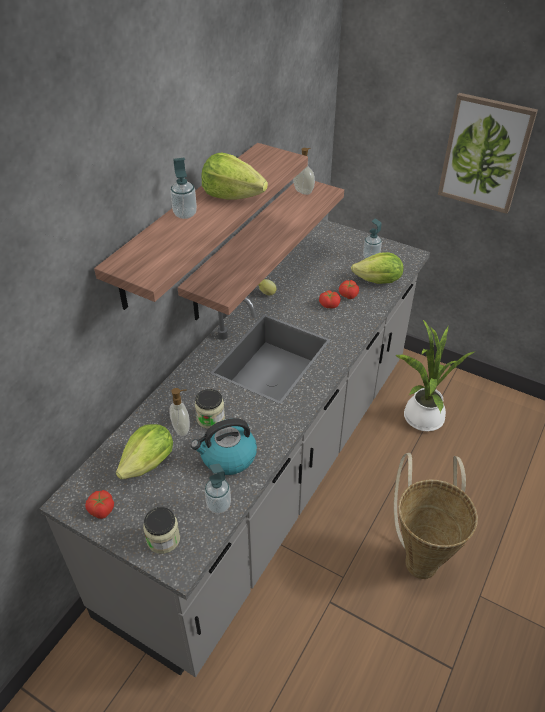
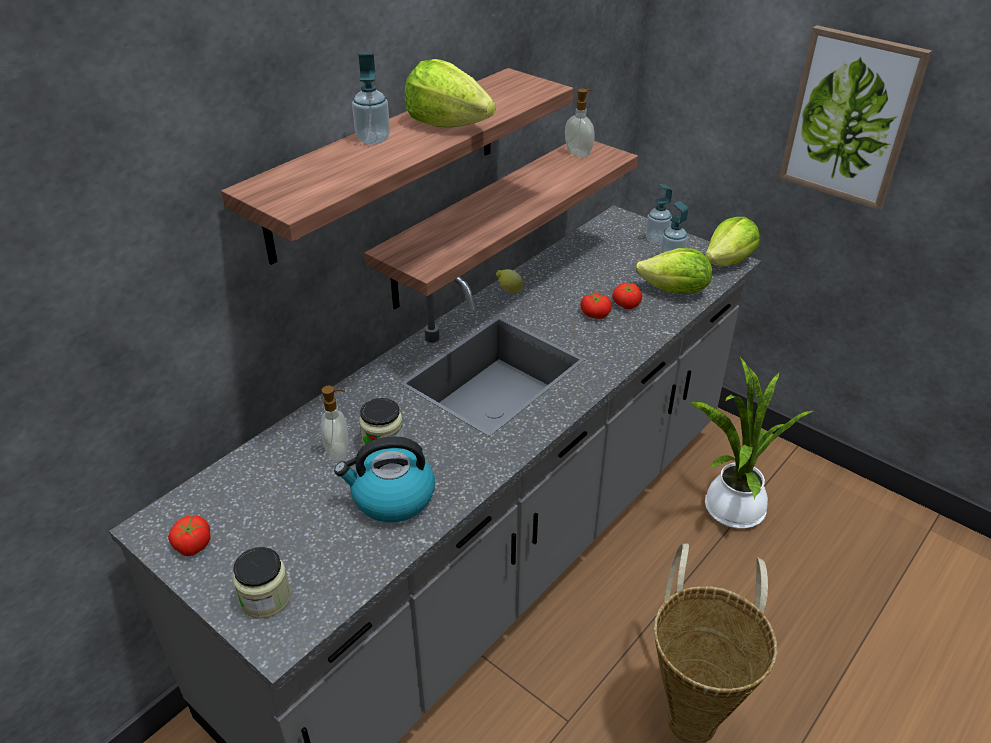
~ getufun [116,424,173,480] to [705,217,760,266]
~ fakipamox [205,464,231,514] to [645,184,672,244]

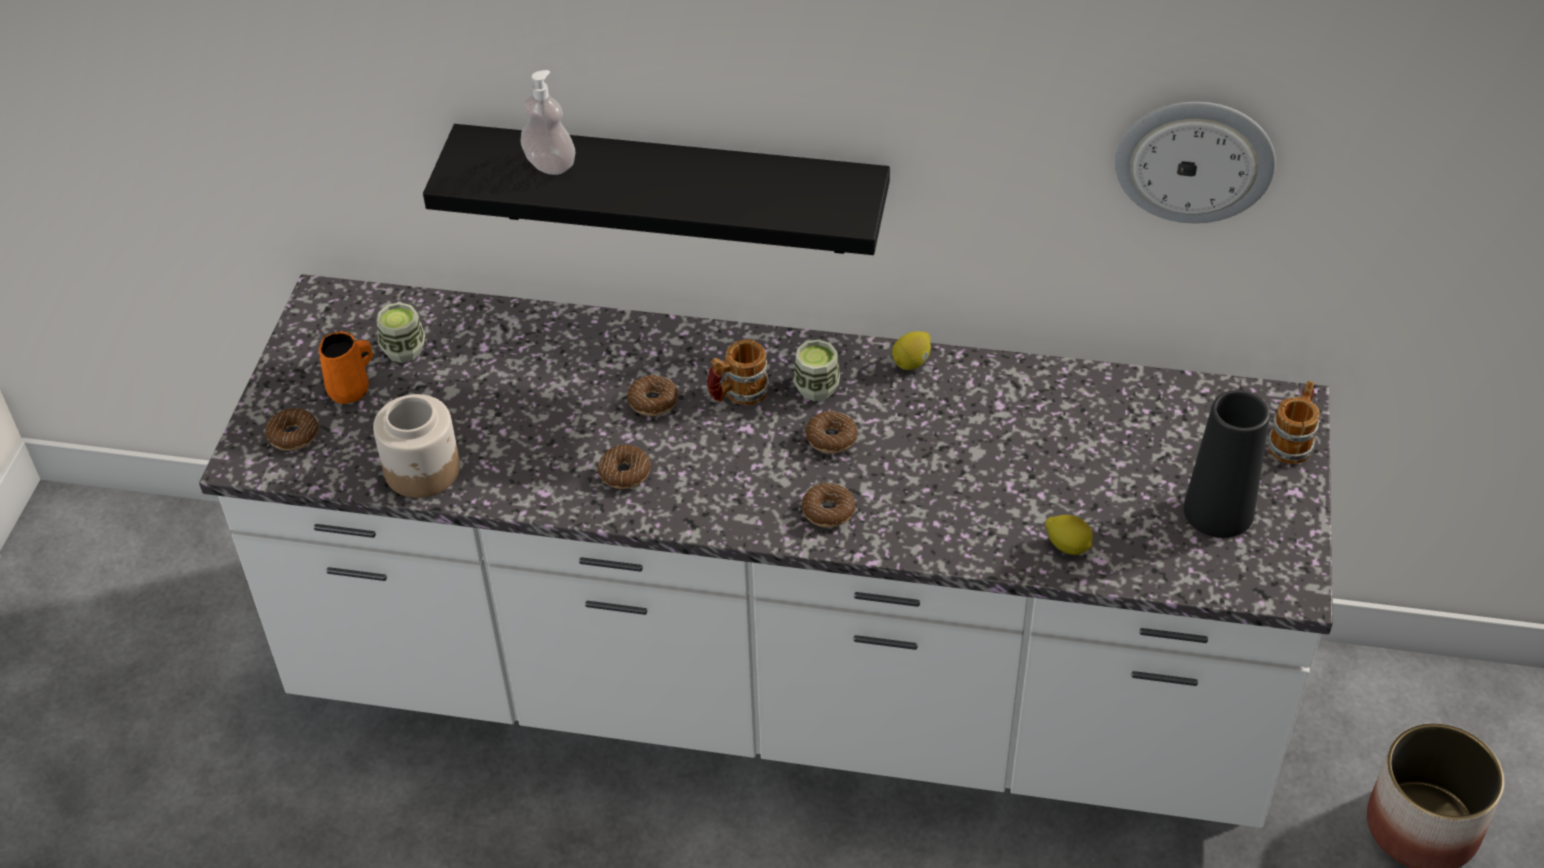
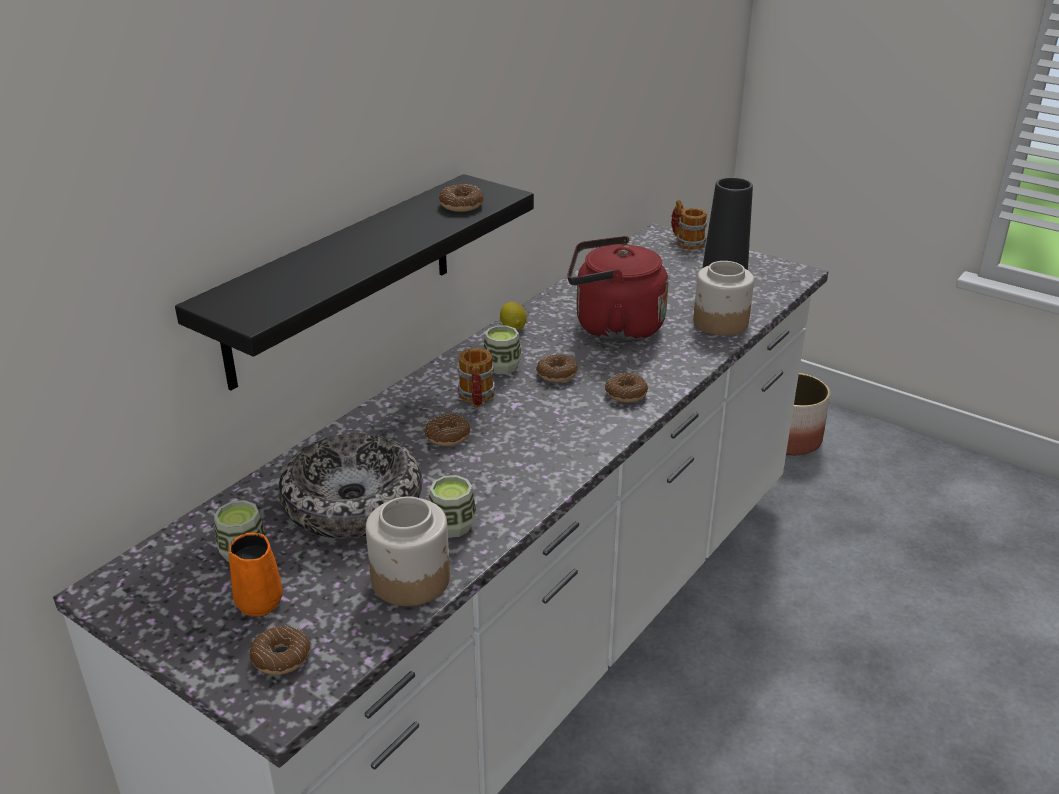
- fakipamox [521,70,576,175]
- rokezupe [1115,102,1276,223]
+ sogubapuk [278,433,422,538]
+ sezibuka [429,475,477,538]
+ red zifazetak [567,236,668,342]
~ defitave [597,445,651,489] to [439,184,484,212]
~ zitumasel [1045,515,1093,555] to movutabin [693,261,754,336]

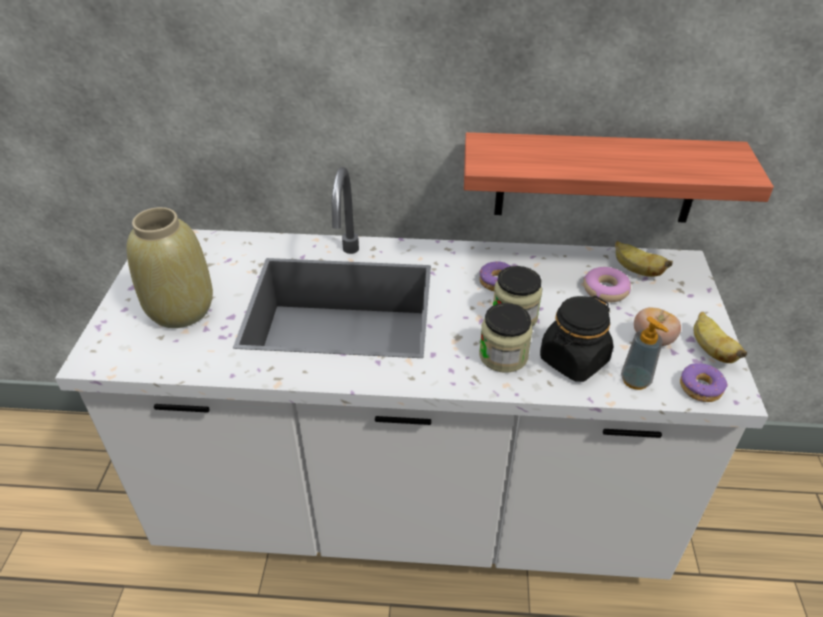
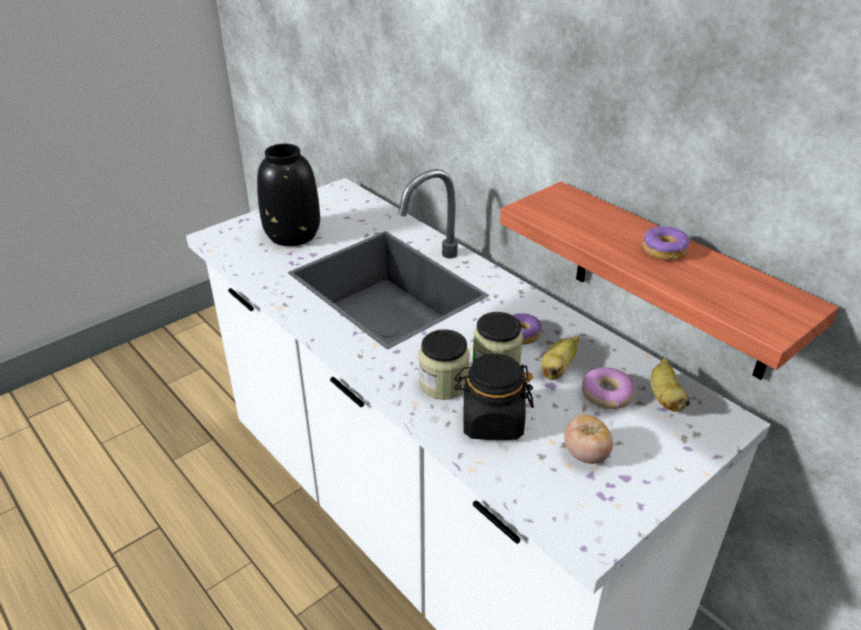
- fakipamox [621,316,669,390]
~ defitave [680,363,728,402] to [643,226,690,260]
~ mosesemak [694,312,747,363] to [541,336,579,380]
~ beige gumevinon [127,207,213,328] to black gumevinon [257,144,320,246]

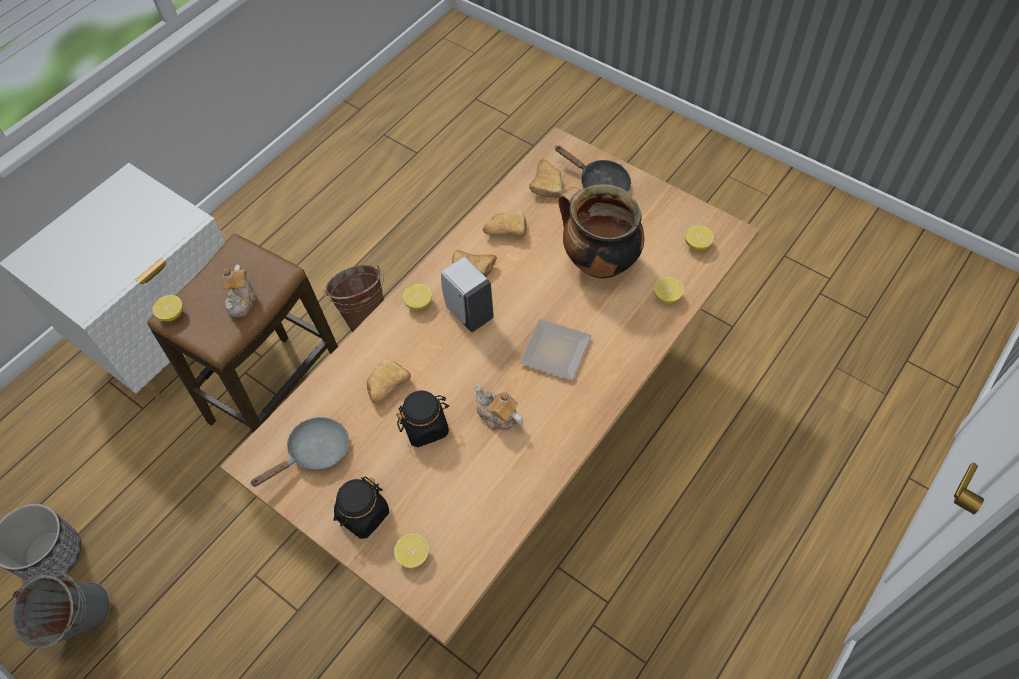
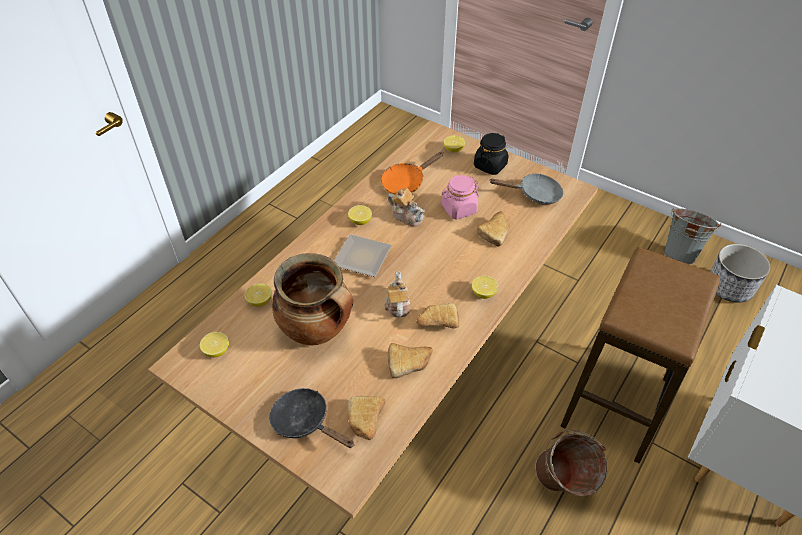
- white fakipamox [441,257,494,332]
+ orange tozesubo [381,152,444,195]
~ zitumasel [152,295,183,321] to [348,205,372,225]
~ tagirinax [222,265,257,317] to [385,271,410,318]
~ black movutabin [396,391,449,447] to pink movutabin [442,175,479,219]
~ grey tozesubo [250,417,349,487] = [489,173,563,205] 135 degrees counterclockwise

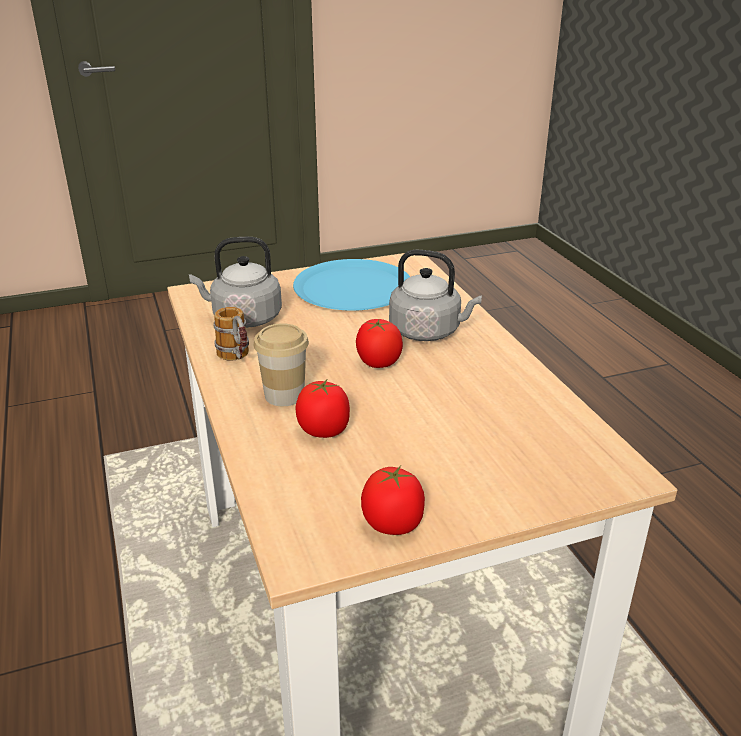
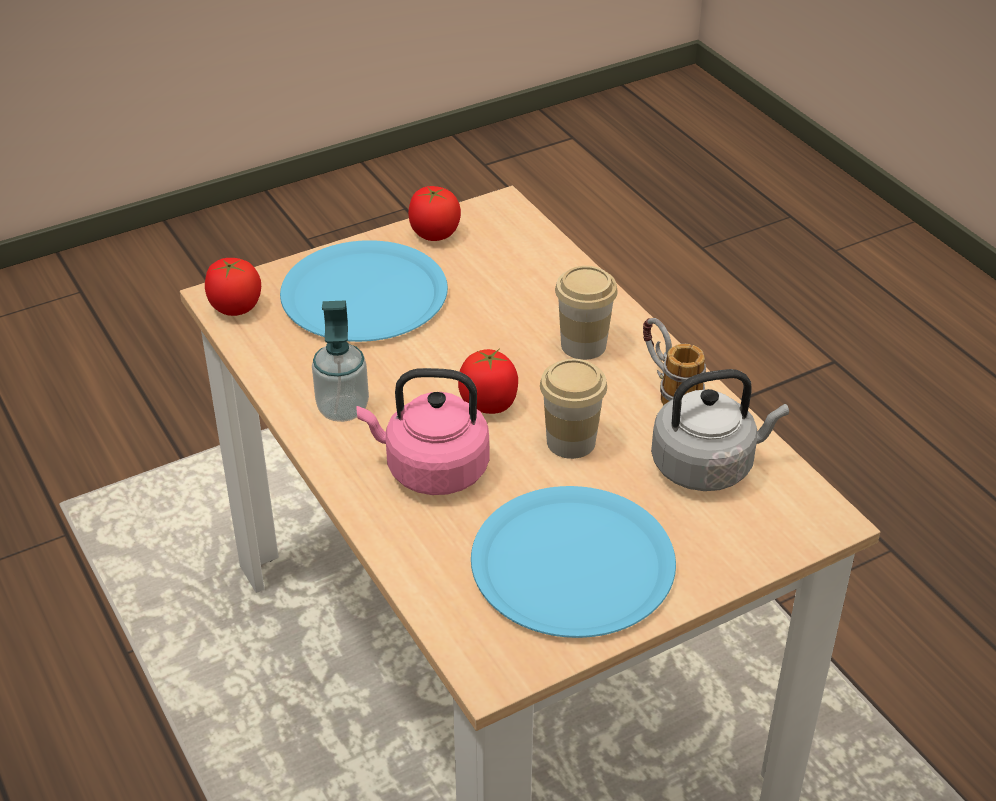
+ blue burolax [280,240,448,342]
+ fakipamox [312,300,369,422]
+ sezibuka [540,359,607,459]
~ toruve [295,378,350,438] to [205,258,261,316]
~ grey zifazetak [389,250,482,341] to pink zifazetak [357,368,489,495]

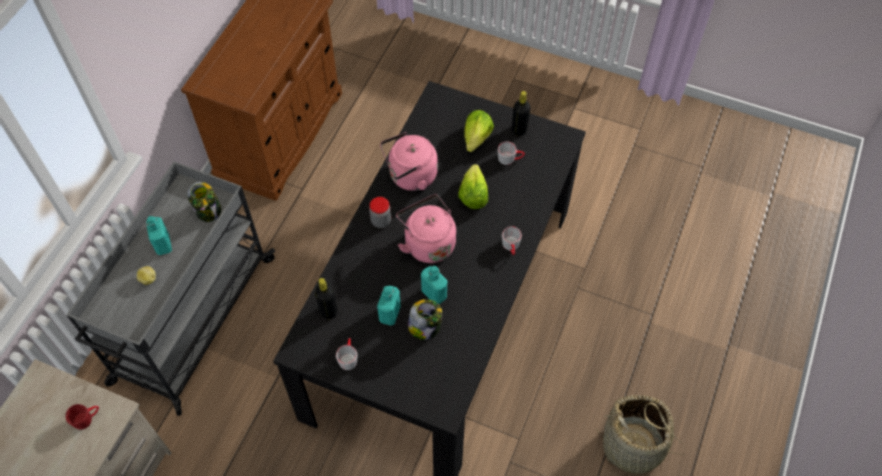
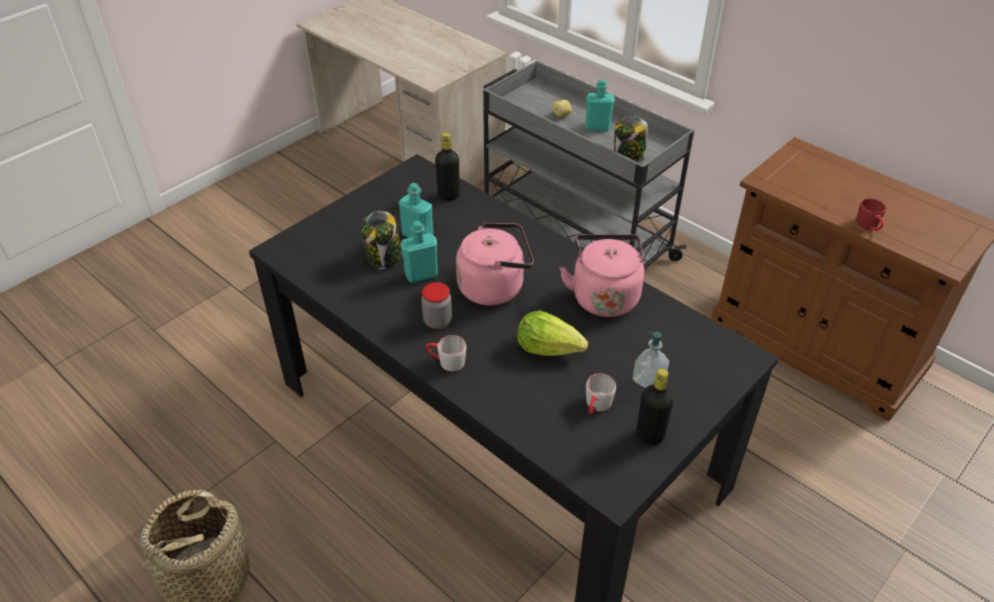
- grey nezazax [336,338,357,370]
~ red nezazax [65,404,99,430] to [856,198,886,231]
~ movutabin [369,197,391,228] to [421,282,452,329]
~ getufun [464,110,494,152] to fakipamox [633,331,669,388]

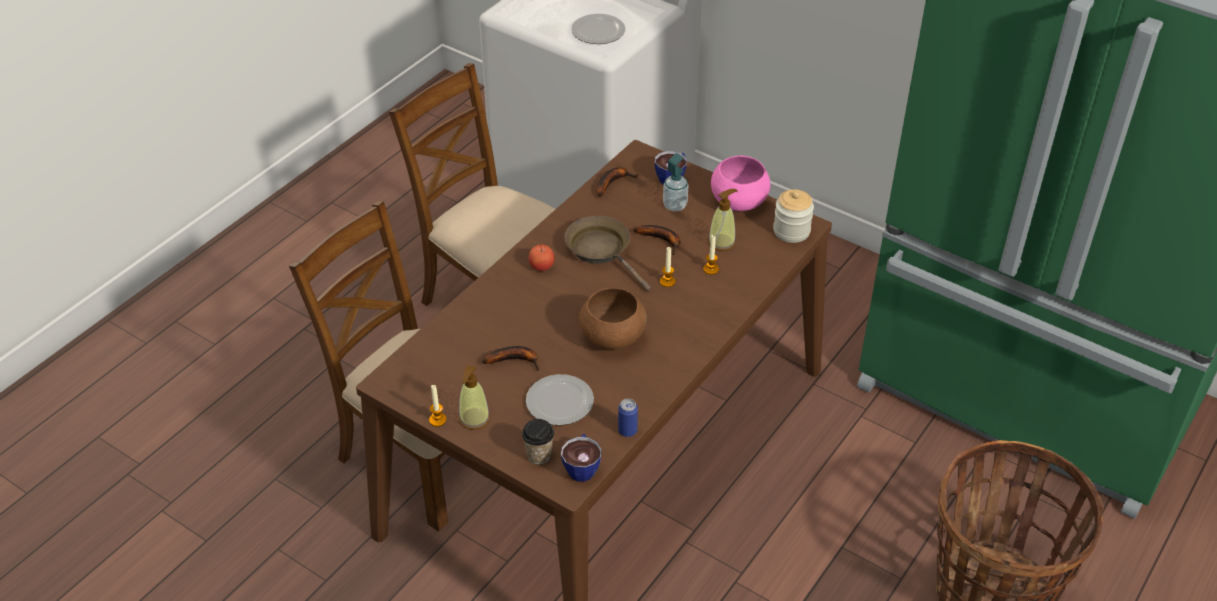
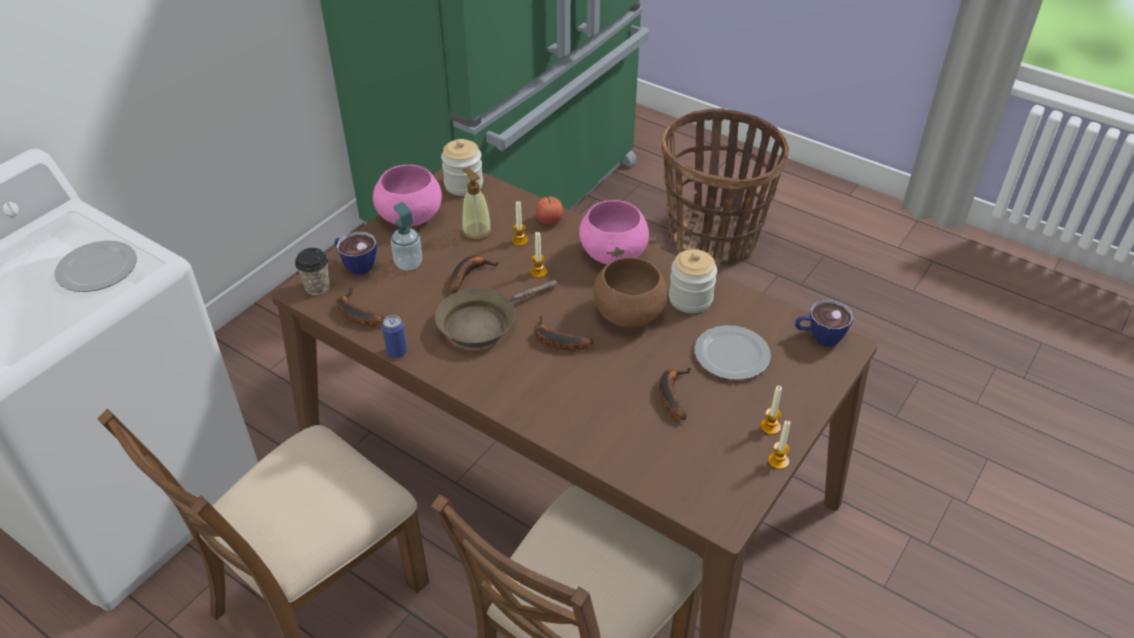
+ mosesemak [534,316,594,350]
+ pink sogubapuk [579,200,649,265]
+ movutabin [669,249,717,313]
~ sezibuka [522,419,554,464] to [295,248,330,295]
~ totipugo [529,243,554,271] to [536,196,563,225]
~ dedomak [618,399,638,437] to [382,315,407,358]
~ fakipamox [459,365,490,430] to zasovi [760,386,782,435]

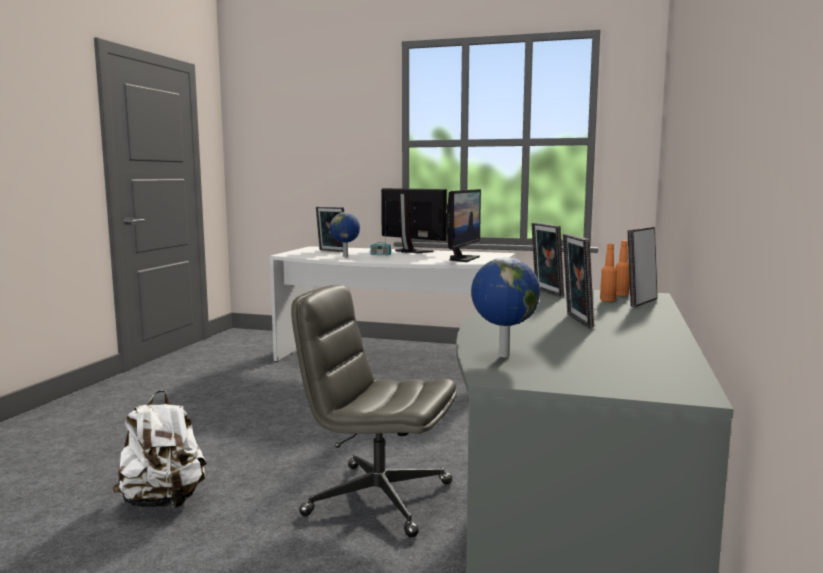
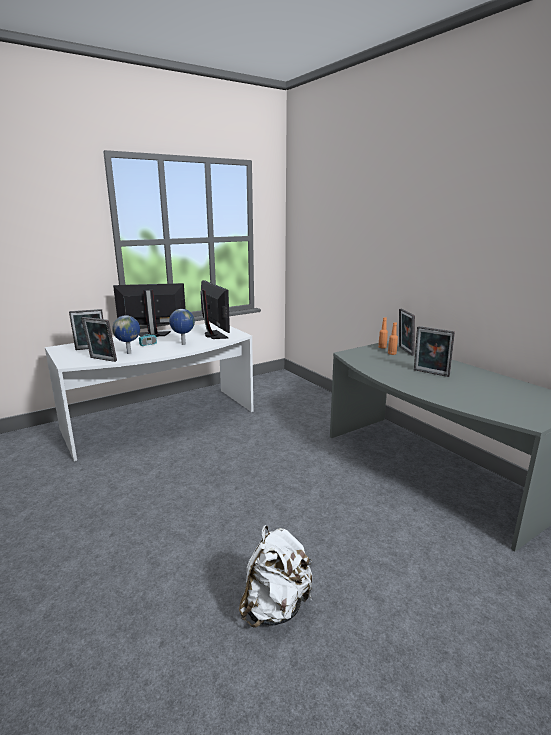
- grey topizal [291,285,457,537]
~ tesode [471,257,540,357] to [169,309,195,345]
~ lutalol [531,222,564,296] to [81,317,117,362]

